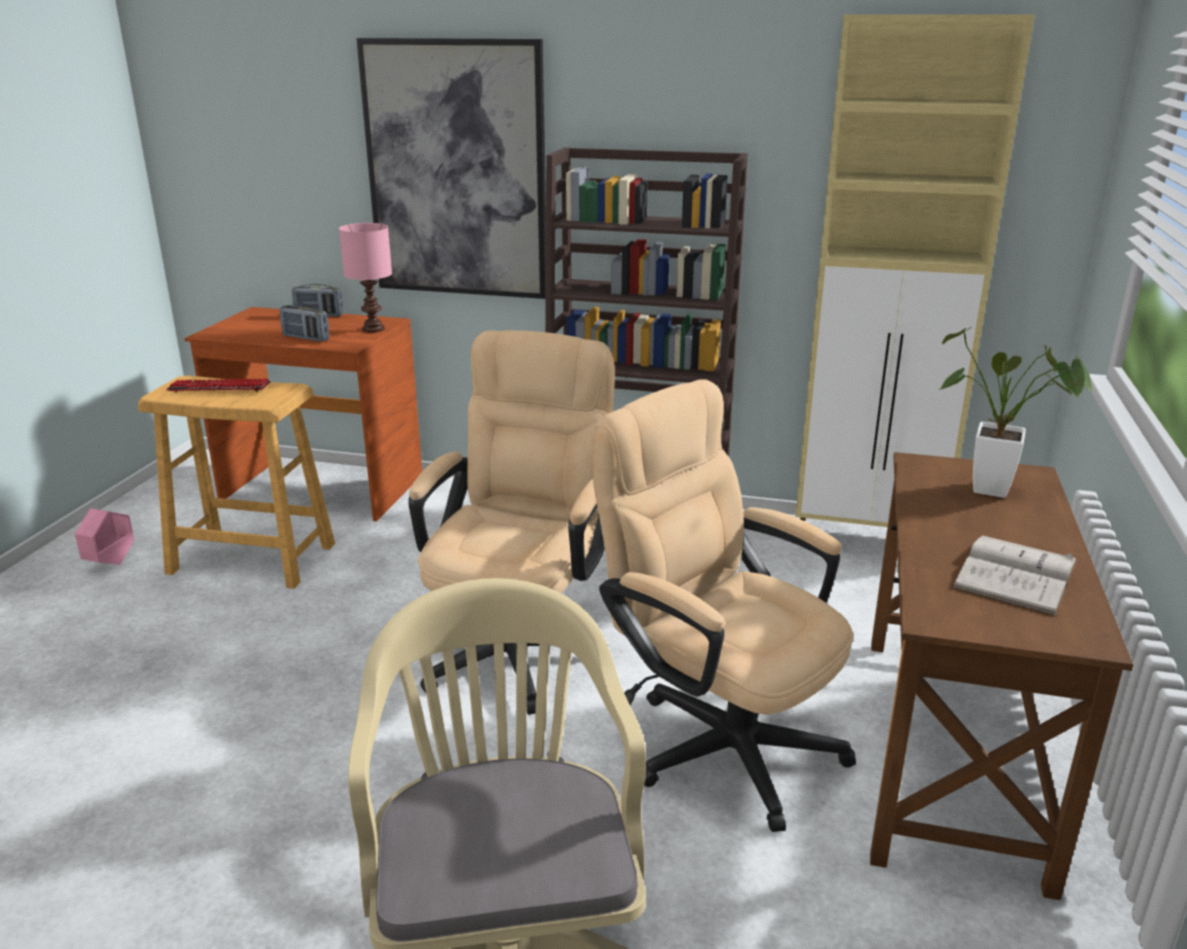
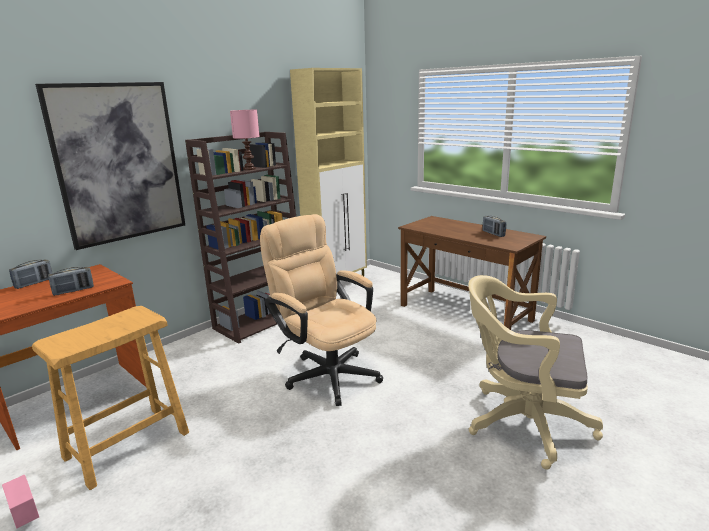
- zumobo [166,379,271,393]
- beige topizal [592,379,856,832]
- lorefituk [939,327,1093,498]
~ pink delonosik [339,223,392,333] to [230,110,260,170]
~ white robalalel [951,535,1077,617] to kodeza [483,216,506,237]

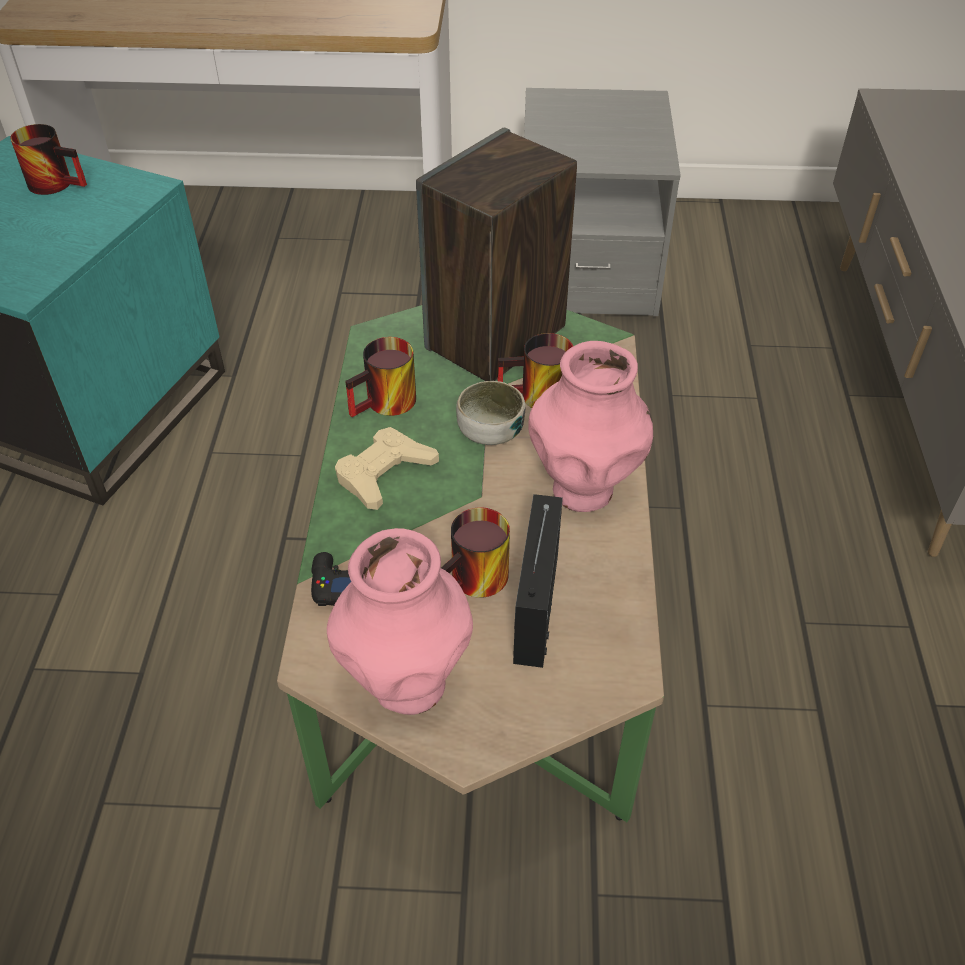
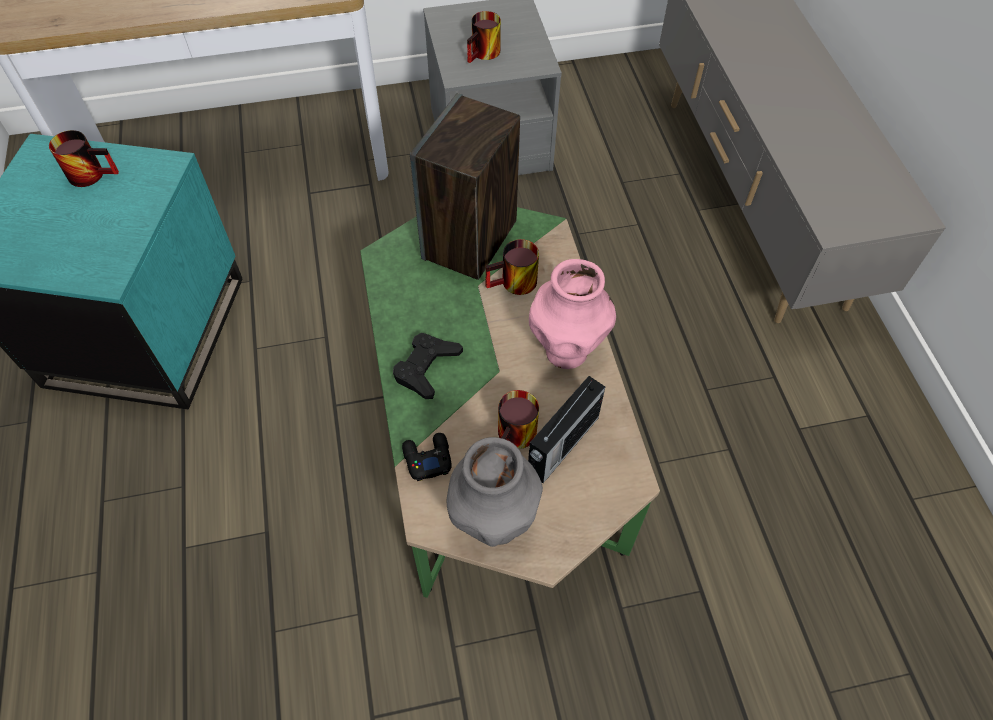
- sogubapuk [456,381,525,445]
~ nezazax [345,337,416,417] to [467,11,501,63]
~ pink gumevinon [327,528,473,715] to grey gumevinon [447,437,543,547]
~ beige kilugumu [335,427,439,510] to black kilugumu [393,333,463,399]
~ kodeza [513,494,563,668] = [528,376,605,483] 135 degrees counterclockwise

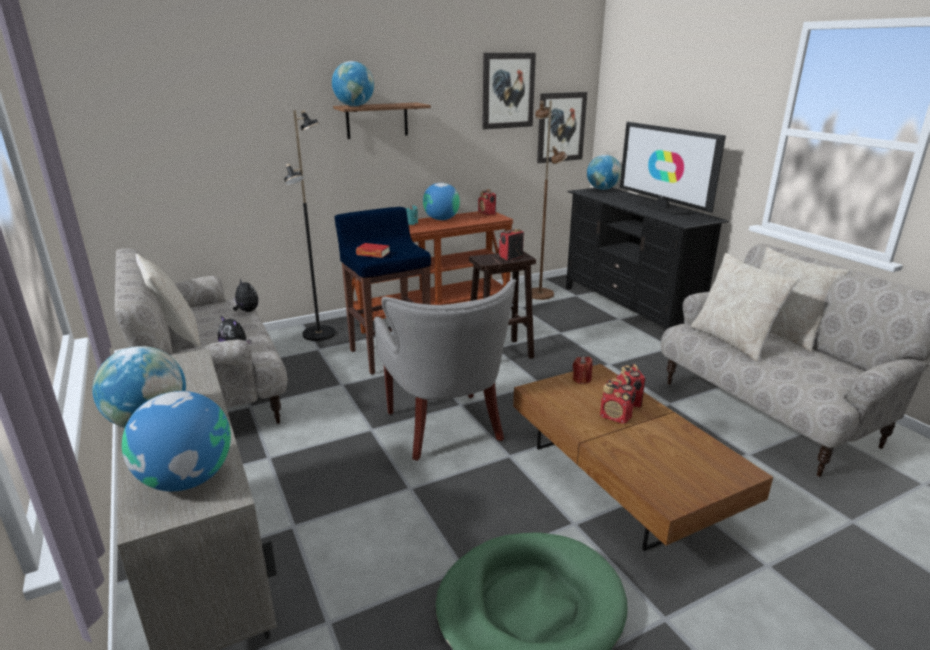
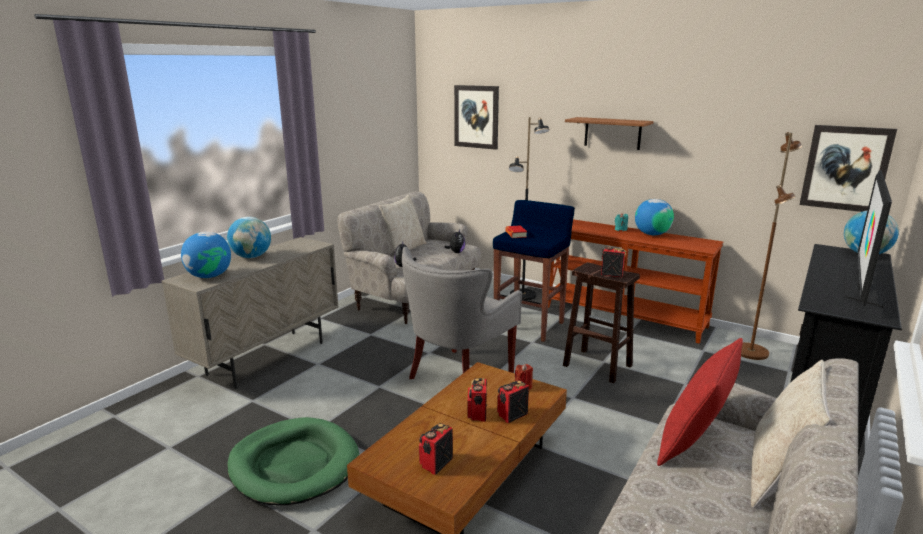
- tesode [332,61,374,106]
~ kodeza [478,189,496,215] to [419,423,453,475]
~ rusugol [482,53,536,129] to [454,85,499,150]
~ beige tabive [691,253,799,362] to red tabive [657,338,743,466]

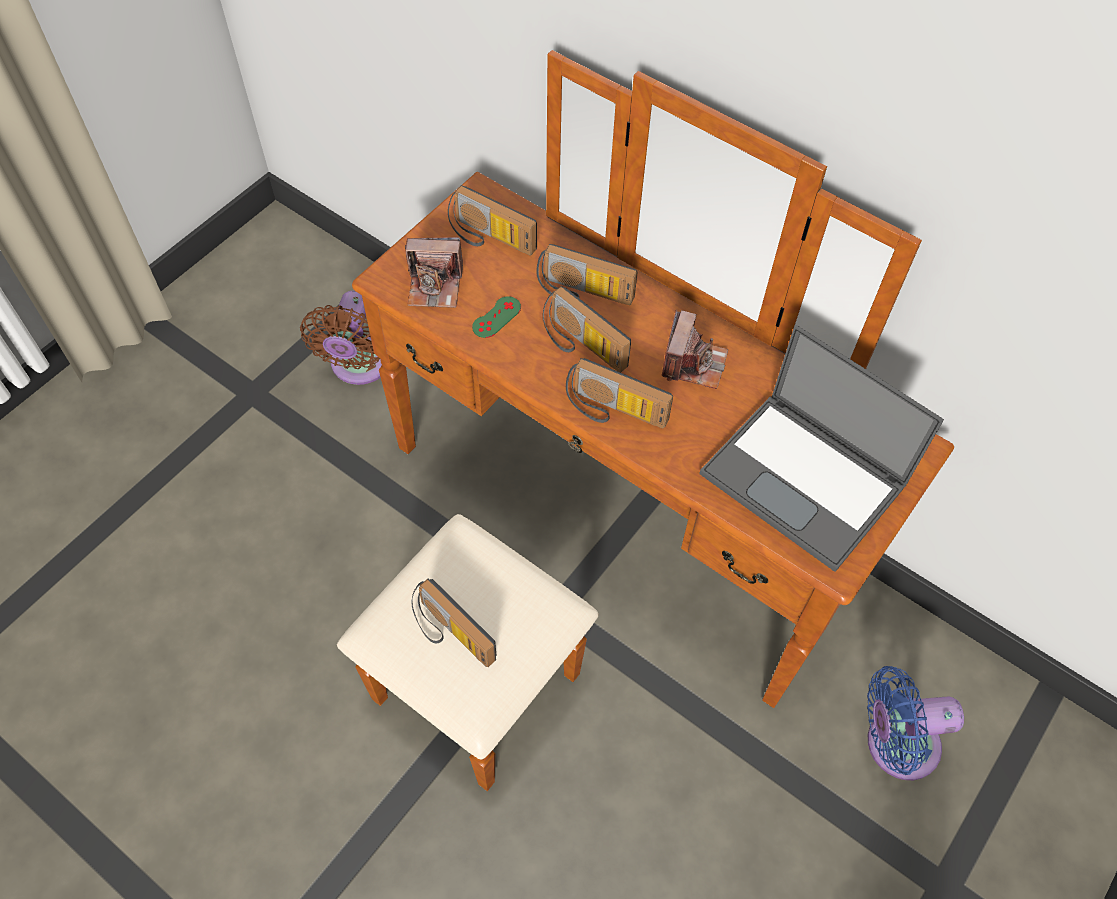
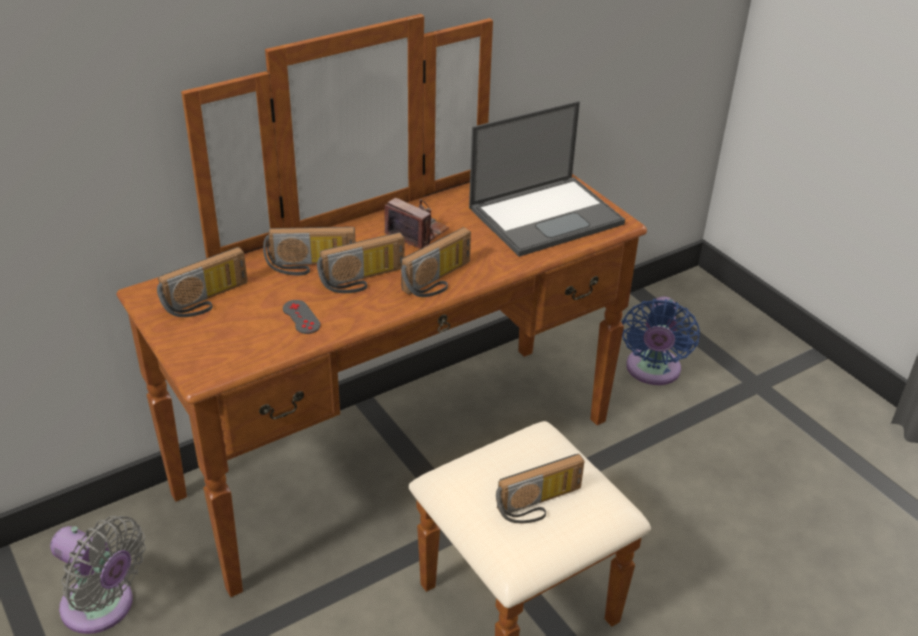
- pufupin [405,237,463,308]
~ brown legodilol [300,291,382,385] to grey legodilol [50,516,146,634]
~ green kilugumu [472,296,521,338] to grey kilugumu [283,300,321,334]
~ kodeza [536,244,638,305] = [263,227,355,276] 45 degrees clockwise

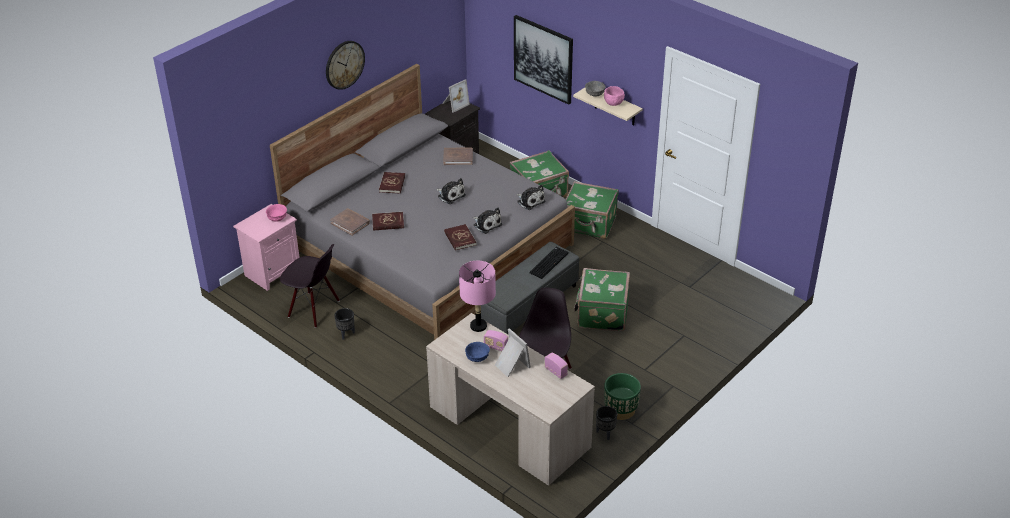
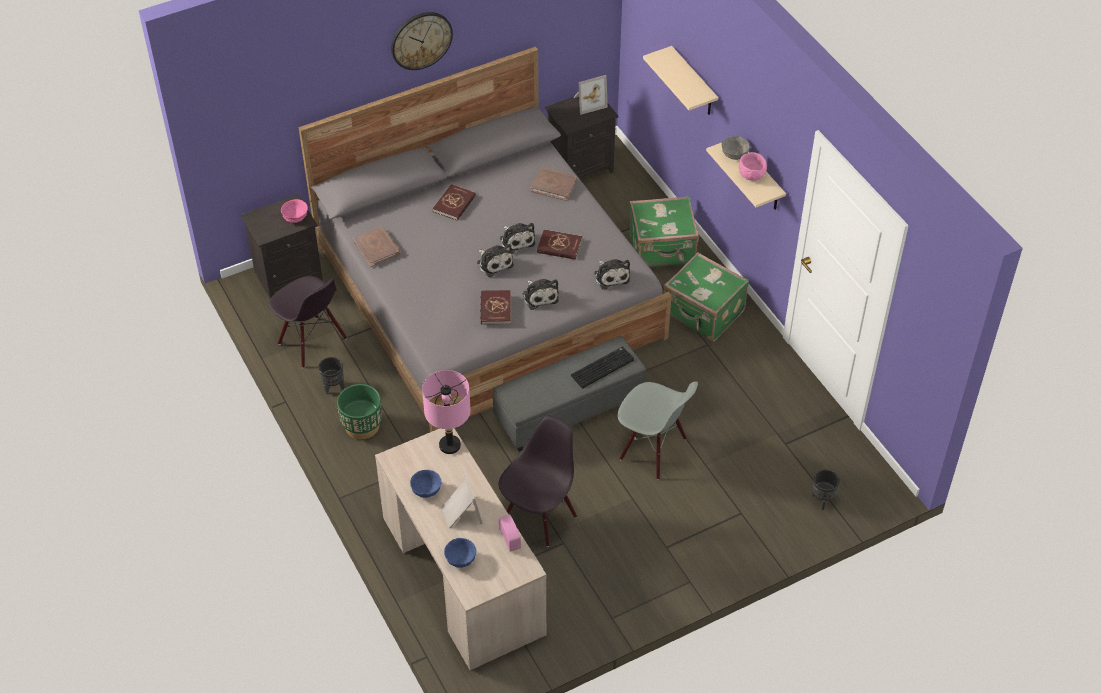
- kodeza [484,330,508,351]
+ blue sogubapuk [444,538,476,568]
+ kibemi [477,244,514,277]
~ red robalalel [372,212,404,231] to [537,229,582,260]
~ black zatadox [596,406,617,440] to [812,470,840,510]
~ green zatadox [604,373,641,420] to [337,384,382,439]
~ rusugol [514,15,573,105] to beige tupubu [643,46,718,115]
~ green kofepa [574,268,630,331] to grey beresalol [617,381,698,480]
~ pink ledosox [233,204,300,291] to black ledosox [241,194,323,299]

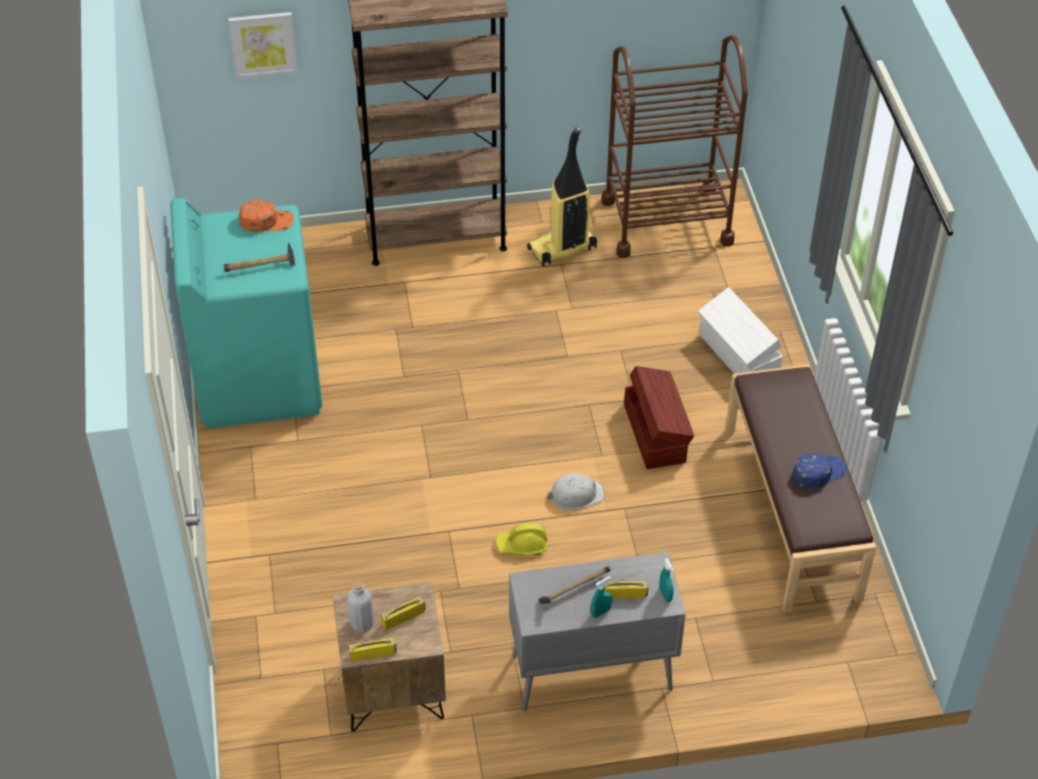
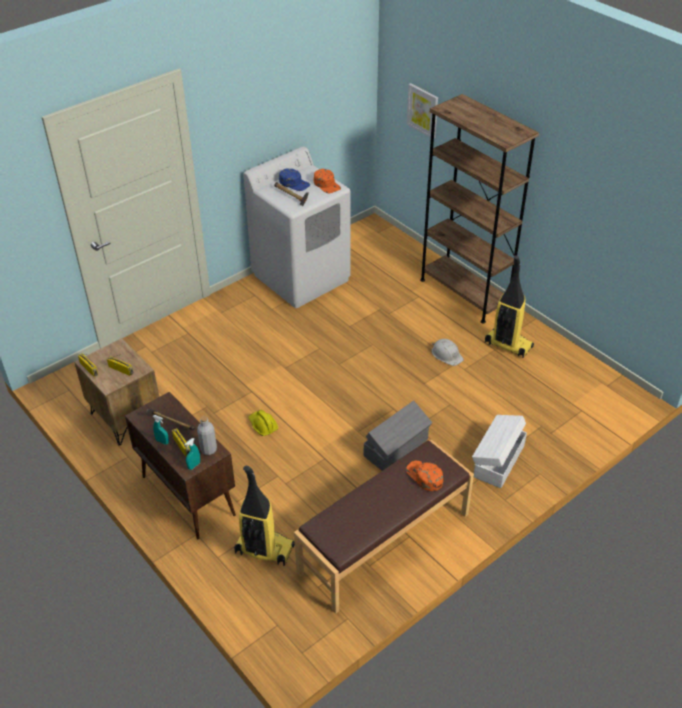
- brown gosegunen [601,35,748,258]
+ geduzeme [234,466,295,566]
+ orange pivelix [406,461,443,491]
~ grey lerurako [347,580,374,632] to [197,416,217,455]
~ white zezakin [547,473,605,510] to [432,339,464,366]
~ blue pivelix [793,453,847,489] to [279,169,310,191]
~ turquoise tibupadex [170,198,322,429] to white tibupadex [244,147,351,308]
~ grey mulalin [509,552,686,712] to brown mulalin [125,392,236,539]
~ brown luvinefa [624,366,694,469] to grey luvinefa [364,401,432,471]

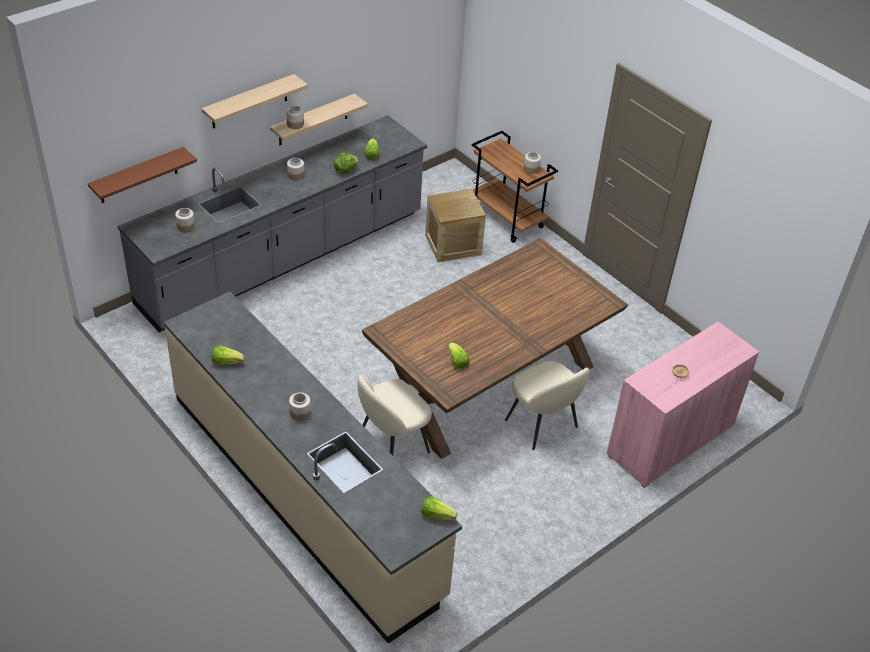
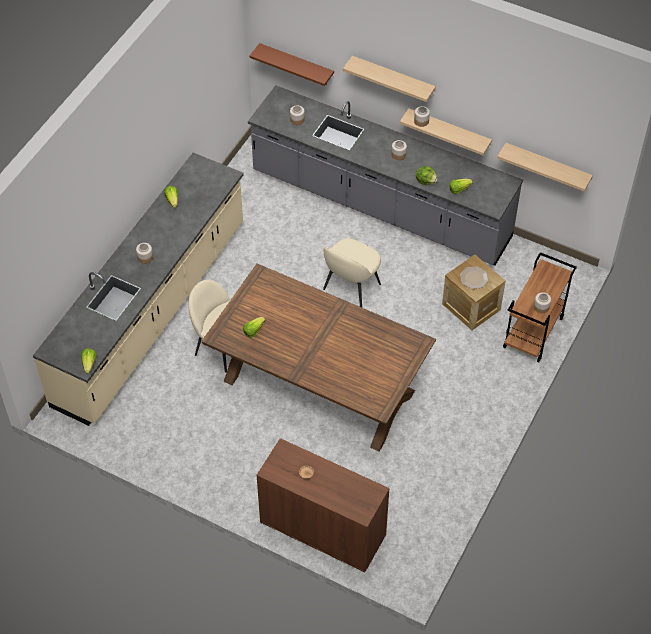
+ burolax [460,266,489,289]
+ tupubu [497,143,593,192]
~ beige beresalol [505,361,589,450] to [323,238,381,307]
~ pink mulalin [607,322,759,488] to brown mulalin [256,438,390,573]

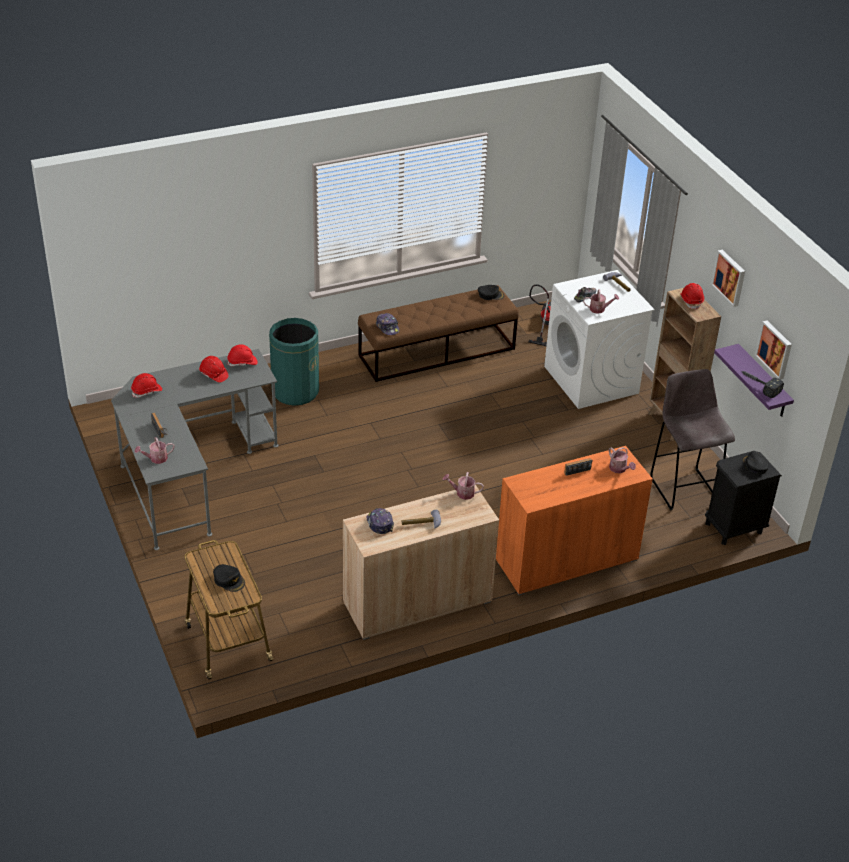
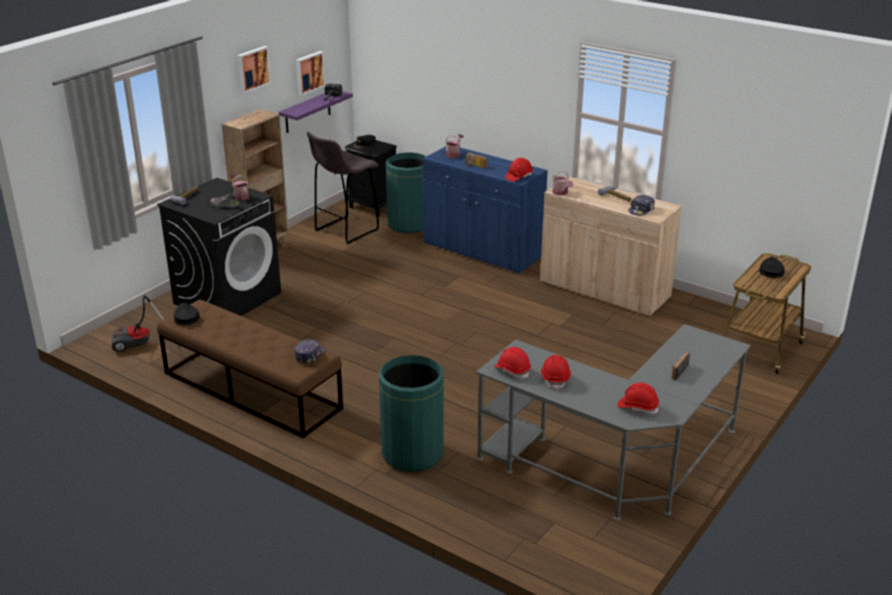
- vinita [135,437,174,464]
+ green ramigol [386,153,426,233]
~ red zezakin [680,283,704,310] to [505,158,533,182]
~ orange mulalin [496,446,653,595] to blue mulalin [423,146,548,274]
~ white tibupadex [544,270,655,409] to black tibupadex [157,178,281,316]

